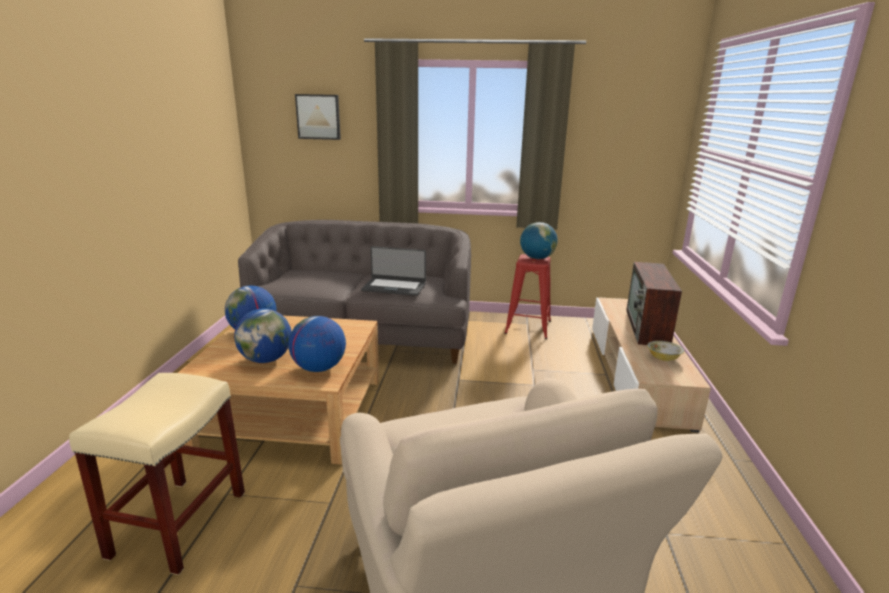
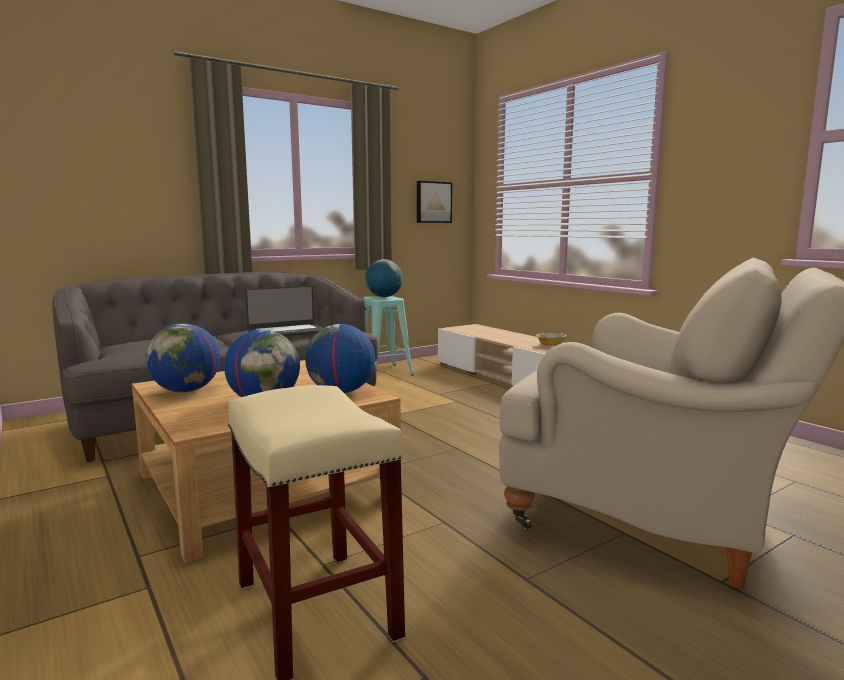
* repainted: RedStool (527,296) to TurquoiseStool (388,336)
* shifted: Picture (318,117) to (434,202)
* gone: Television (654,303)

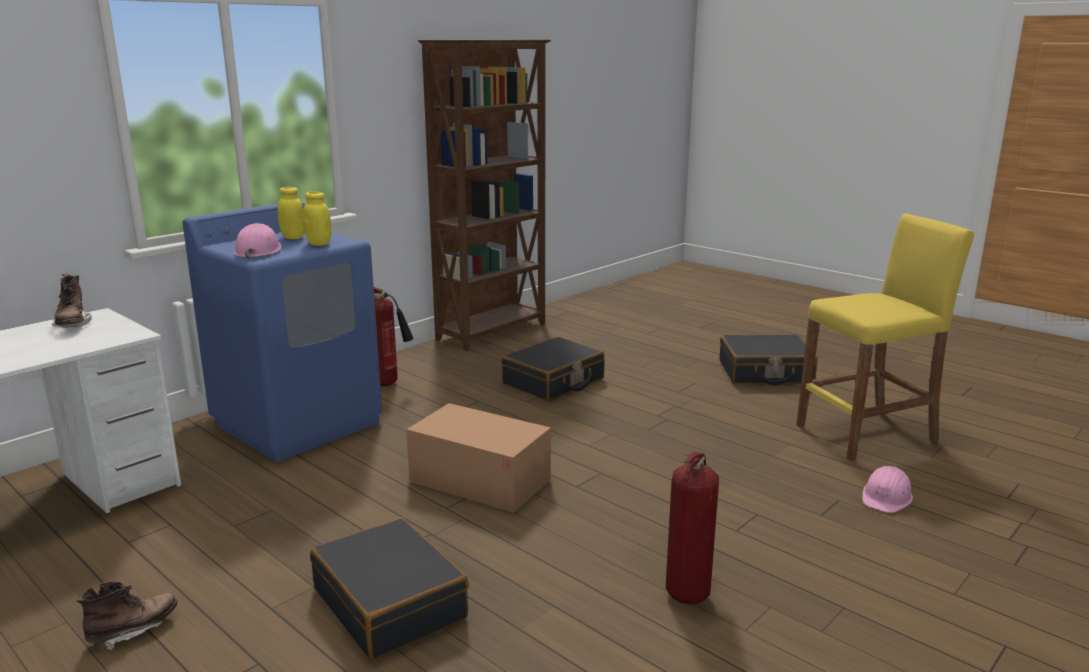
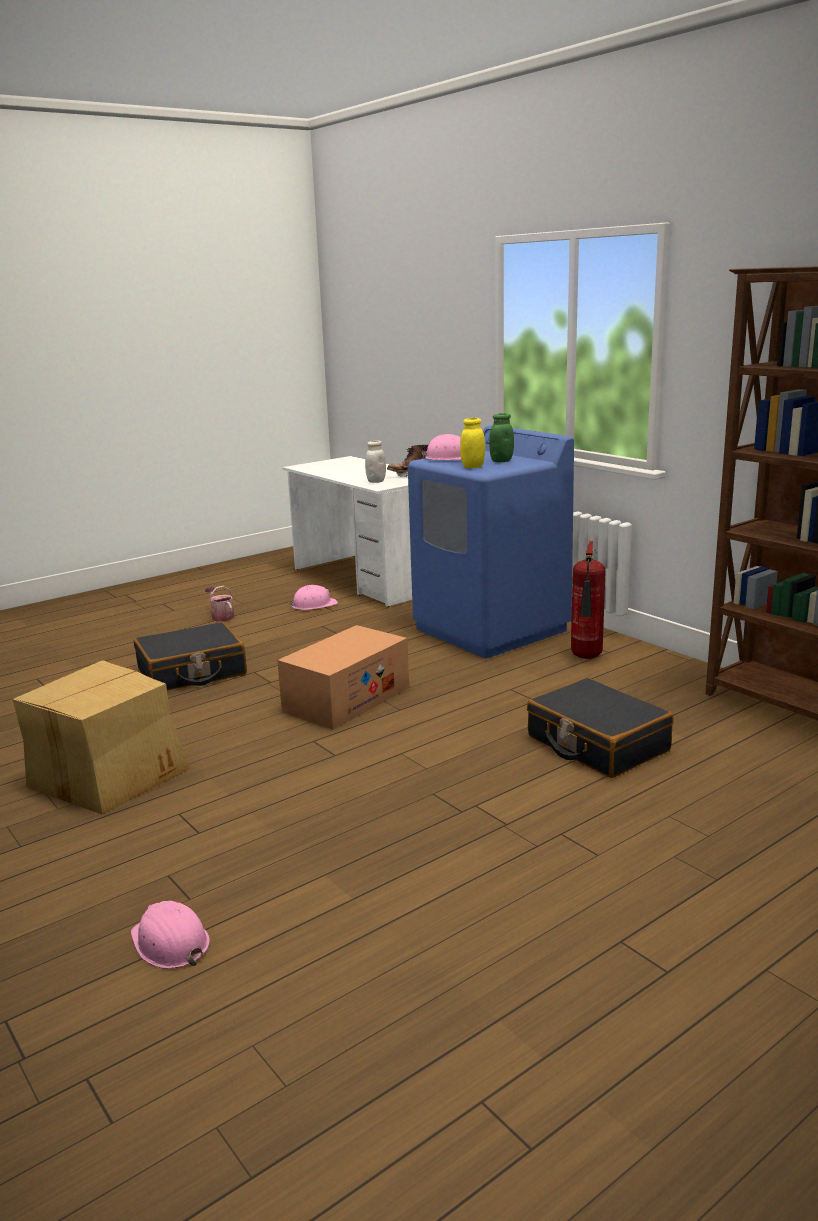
* swapped: FireExtinguisher (692,528) to CardboardBox (101,737)
* swapped: BrownBoot (127,616) to WateringCan (220,604)
* new: PinkHardHat (313,597)
* new: WhiteJar (375,462)
* repainted: YellowJar (291,213) to GreenJar (501,437)
* gone: BlackSuitcase (769,360)
* gone: YellowStool (885,337)

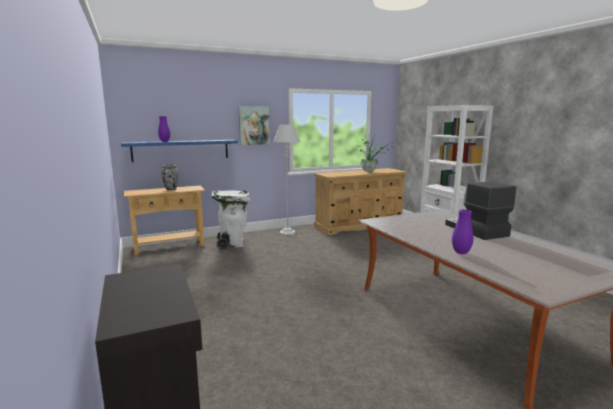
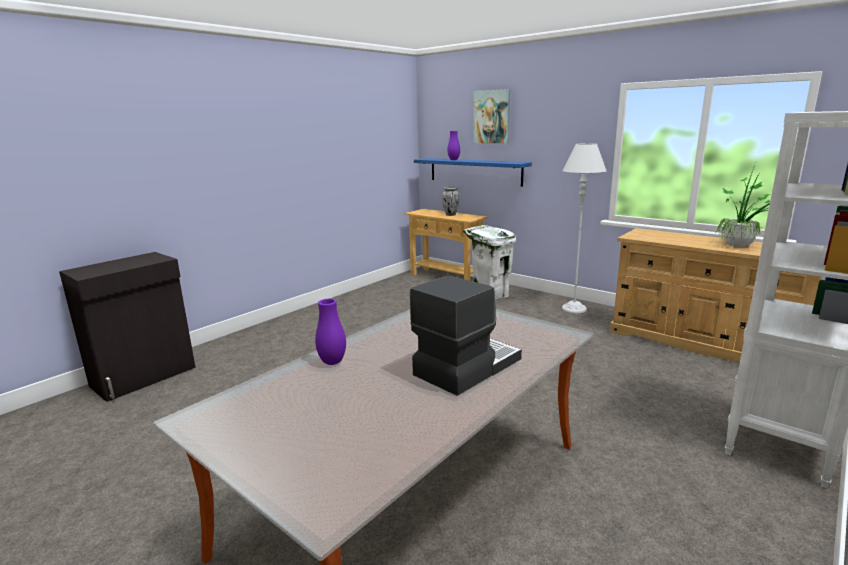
* shifted: Picture (254,125) to (491,116)

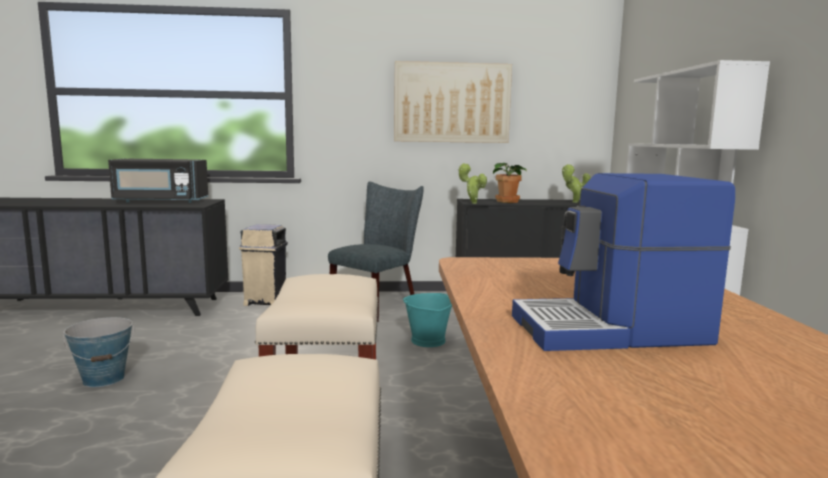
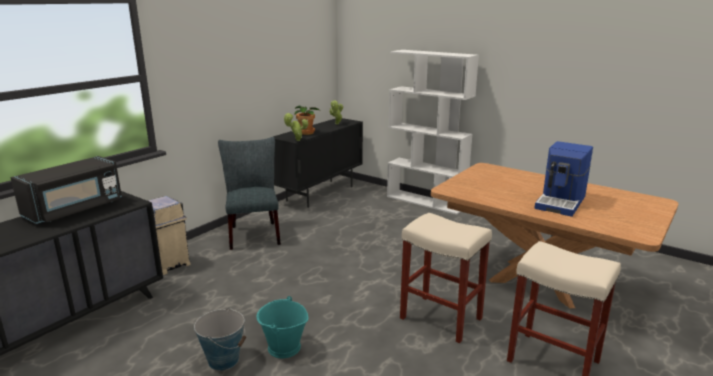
* shifted: TurquoiseBucket (427,320) to (282,327)
* gone: Picture (453,102)

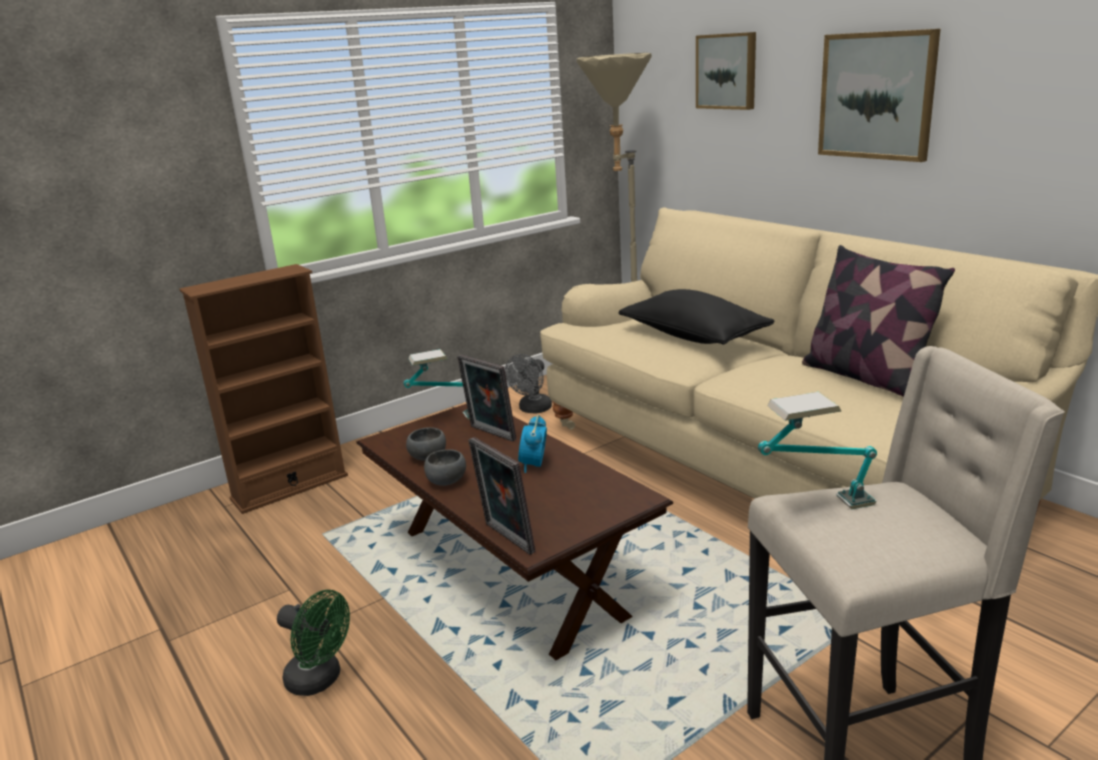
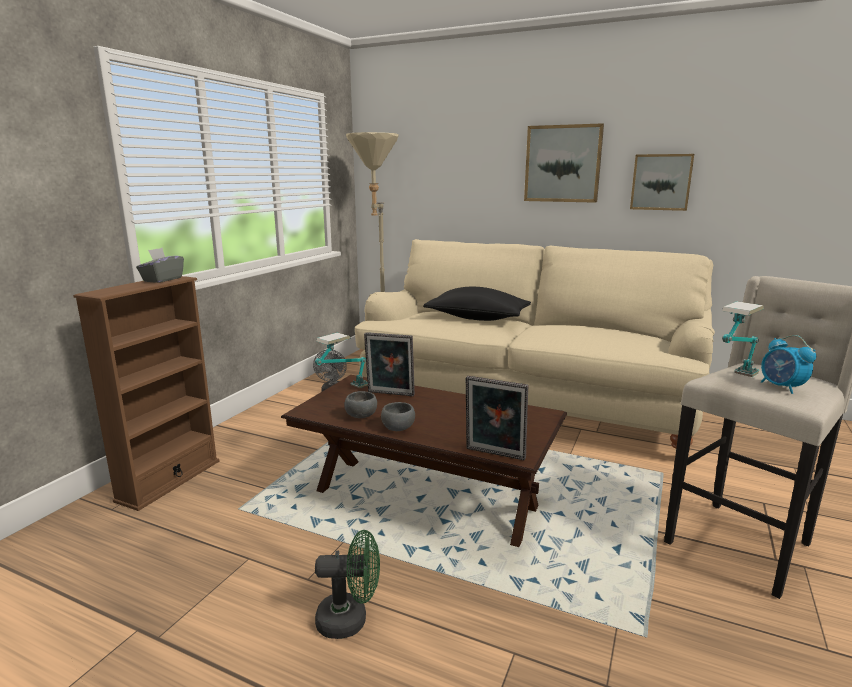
* new: GreyTissueBox (160,265)
* shifted: Picture (726,71) to (662,182)
* shifted: AlarmClock (532,444) to (788,364)
* gone: Pillow (878,321)

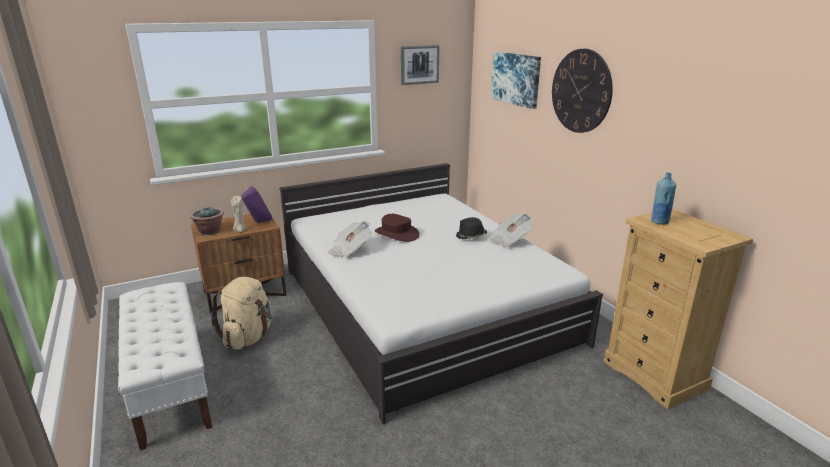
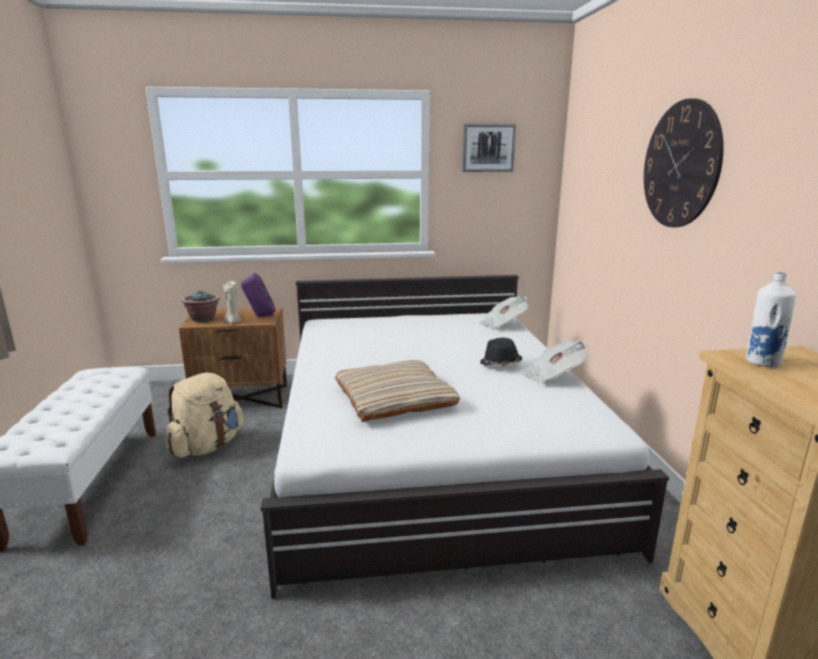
* new: BeigePillow (397,391)
* shifted: Newspaper (350,239) to (503,312)
* repainted: BlueBottle (663,199) to WhiteBottle (771,319)
* gone: BrownHat (397,228)
* gone: Picture (516,80)

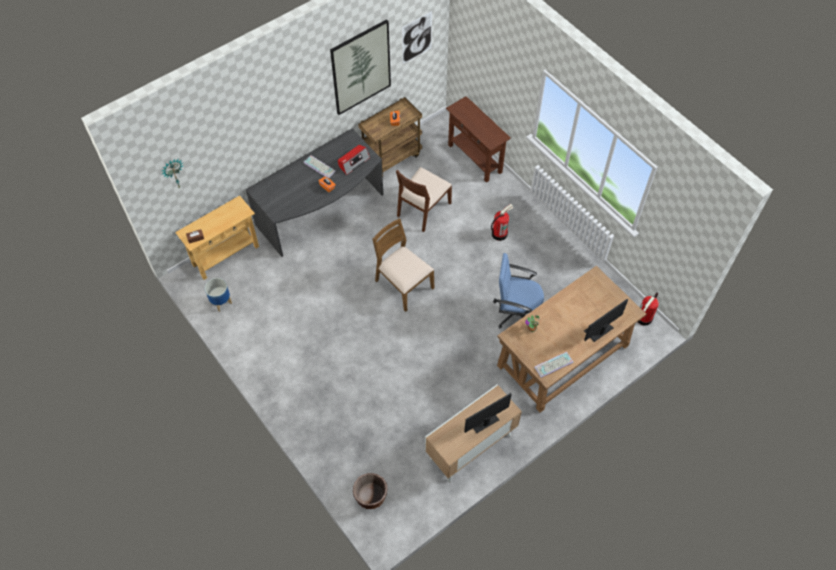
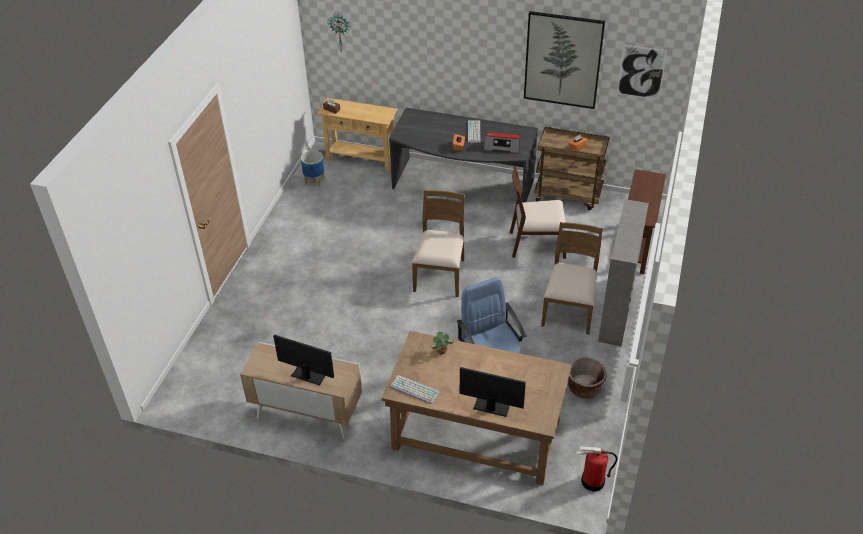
* swapped: FireExtinguisher (502,222) to BrownChair (572,278)
* shifted: BrownPlanter (370,491) to (587,378)
* new: GreyBookcase (623,272)

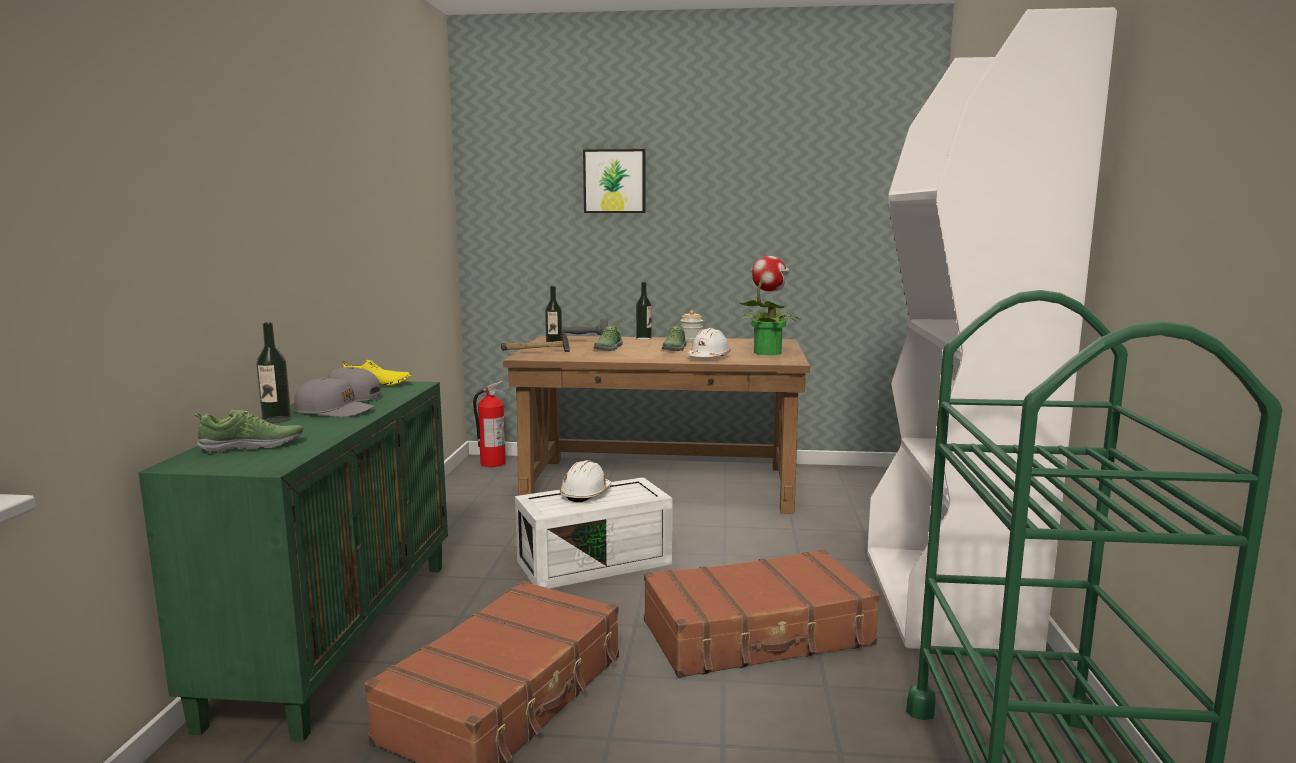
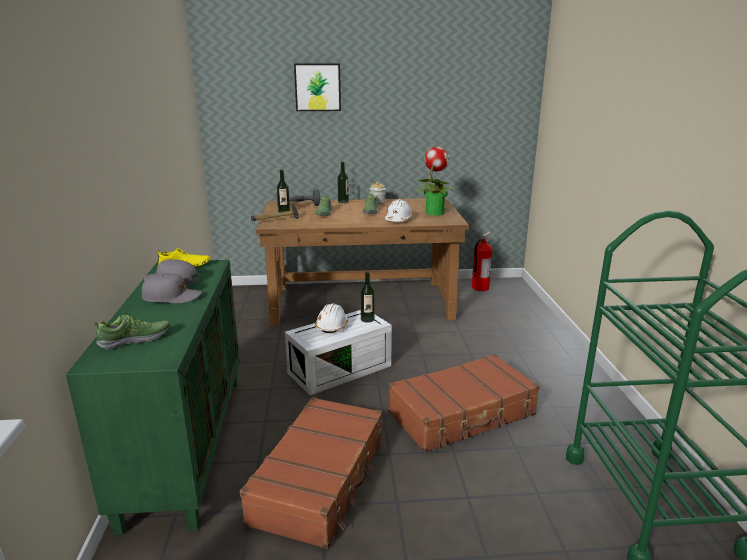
* shifted: Bottle (274,372) to (367,297)
* shifted: FireExtinguisher (489,424) to (482,261)
* gone: WhiteBookcase (992,329)

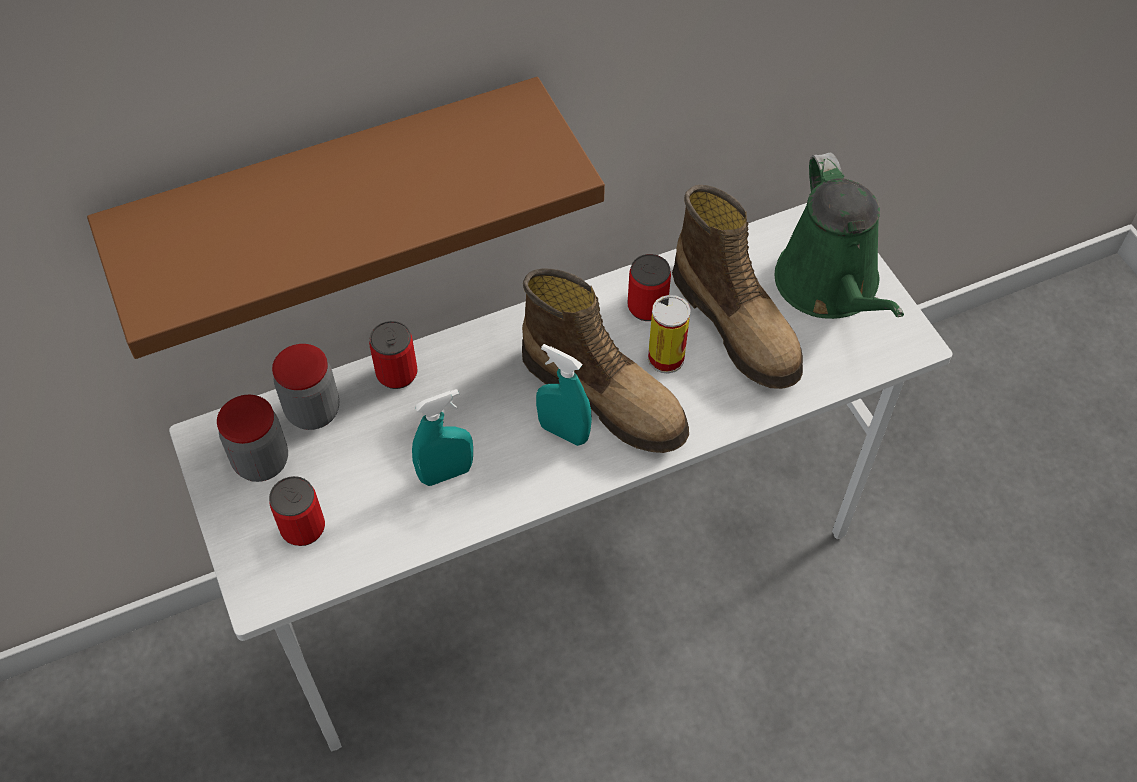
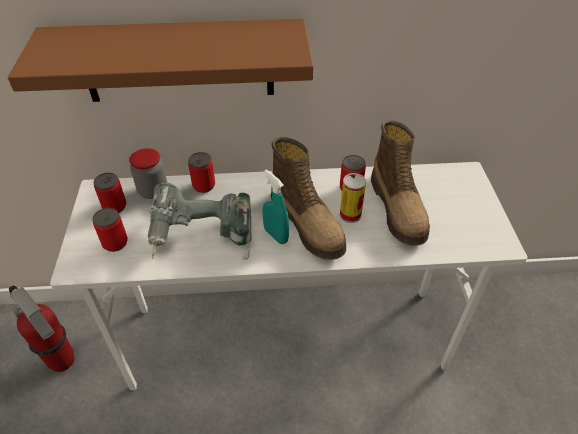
* new: FireExtinguisher (42,329)
* swapped: Jar (252,438) to Can (110,193)
* swapped: TurquoiseSprayBottle (442,437) to PowerDrill (199,221)
* gone: GreenWateringCan (839,236)

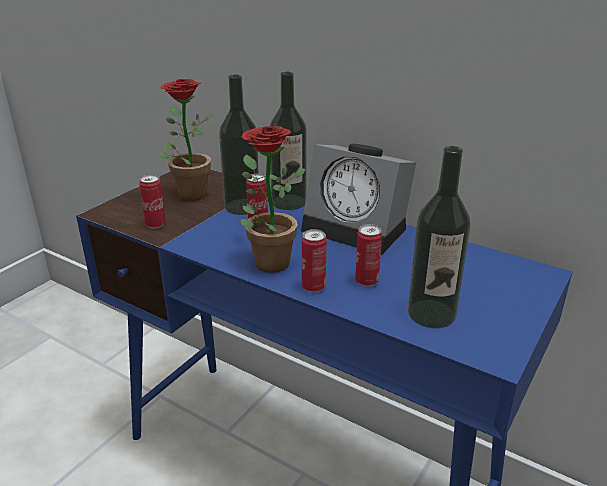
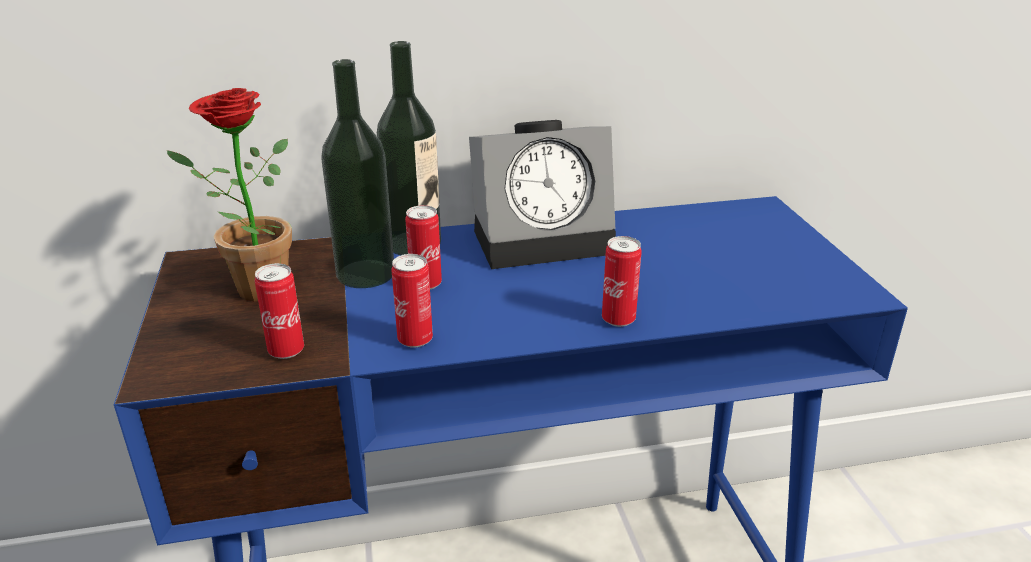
* shifted: Can (368,255) to (412,301)
* gone: PottedPlant (273,199)
* gone: Bottle (439,237)

